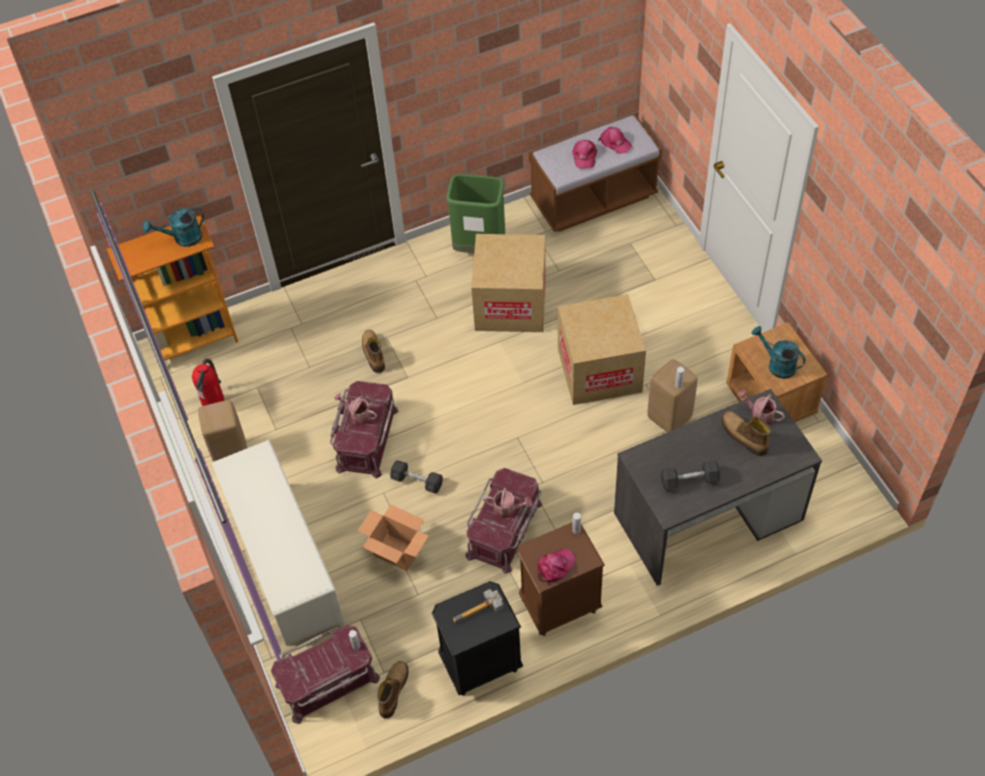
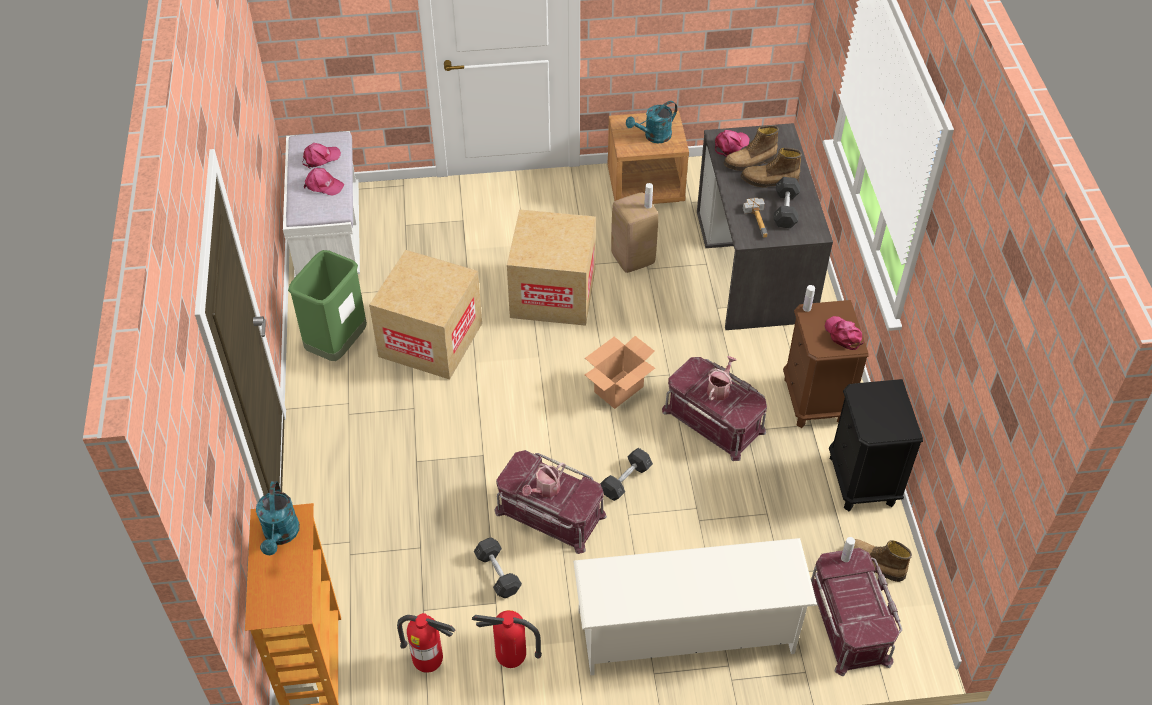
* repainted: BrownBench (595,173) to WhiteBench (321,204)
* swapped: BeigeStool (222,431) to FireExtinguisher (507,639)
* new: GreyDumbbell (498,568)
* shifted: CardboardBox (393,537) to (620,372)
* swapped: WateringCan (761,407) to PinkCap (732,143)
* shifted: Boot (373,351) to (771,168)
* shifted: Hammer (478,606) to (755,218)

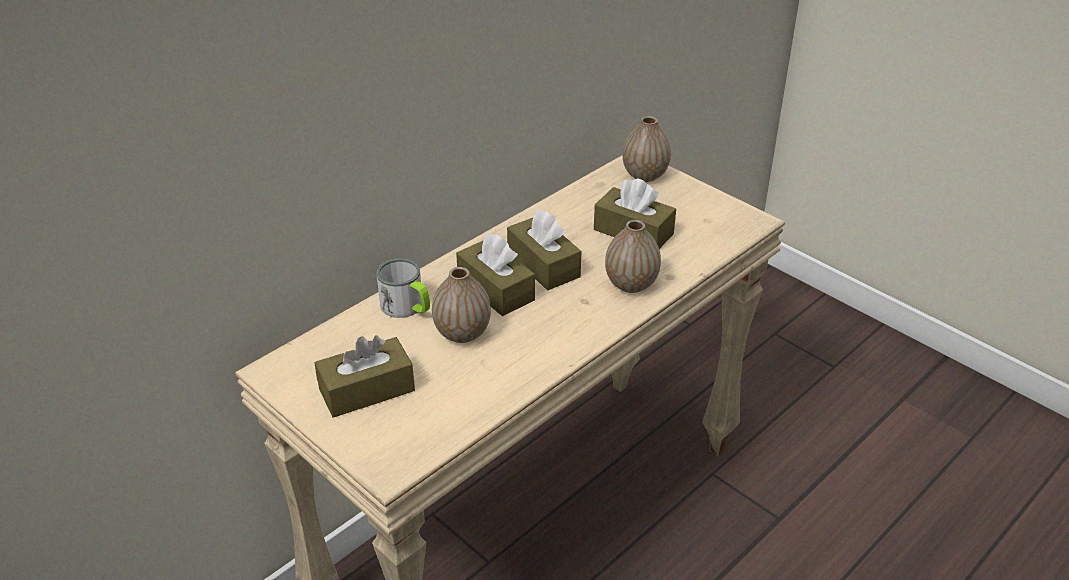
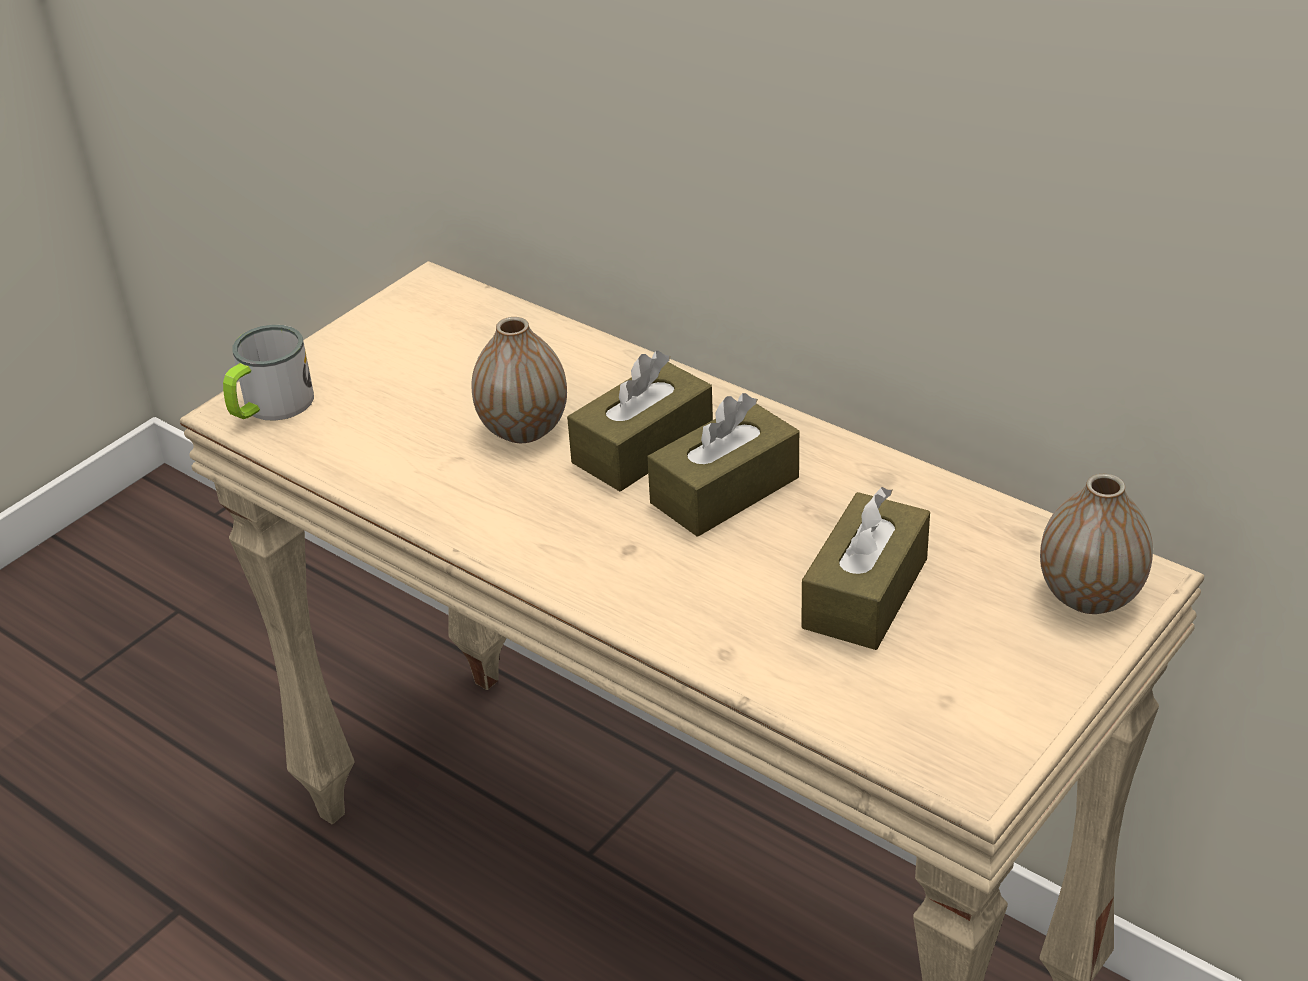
* shifted: Mug (403,288) to (268,373)
* gone: BrownTissueBox (365,376)
* gone: Vase (633,256)

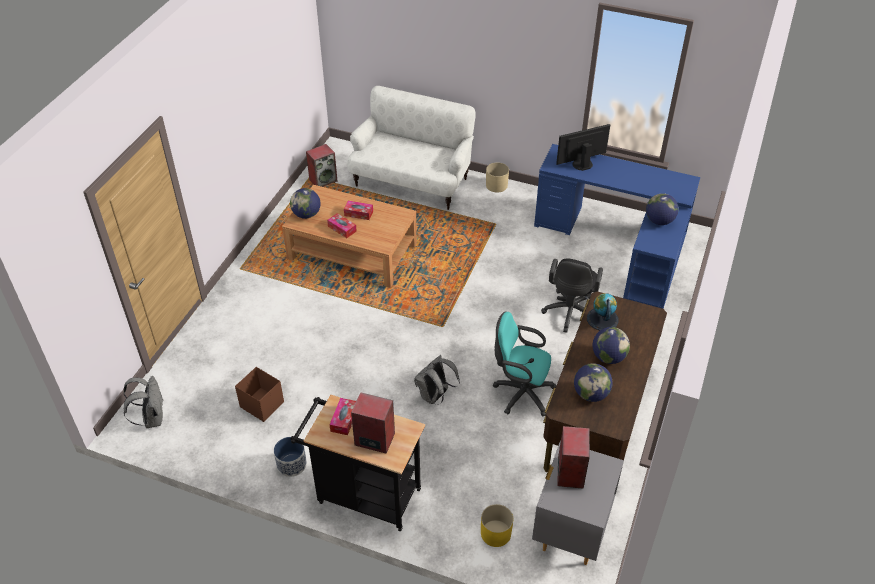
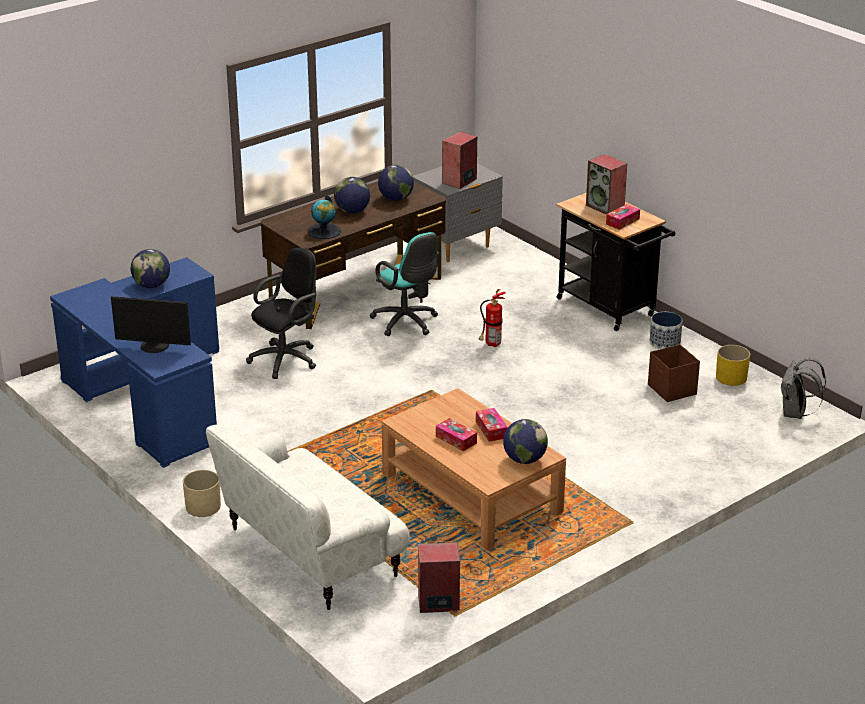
* swapped: GreyBackpack (437,380) to FireExtinguisher (492,318)
* shifted: YellowPlanter (497,525) to (733,365)

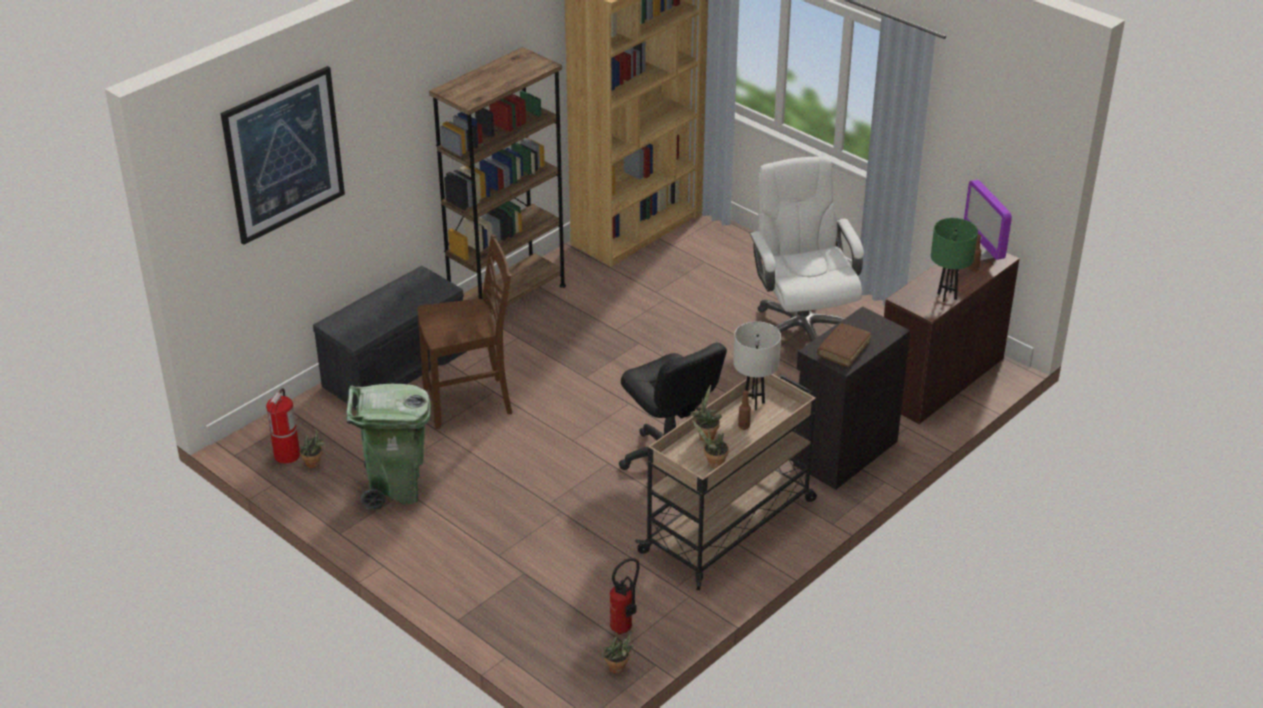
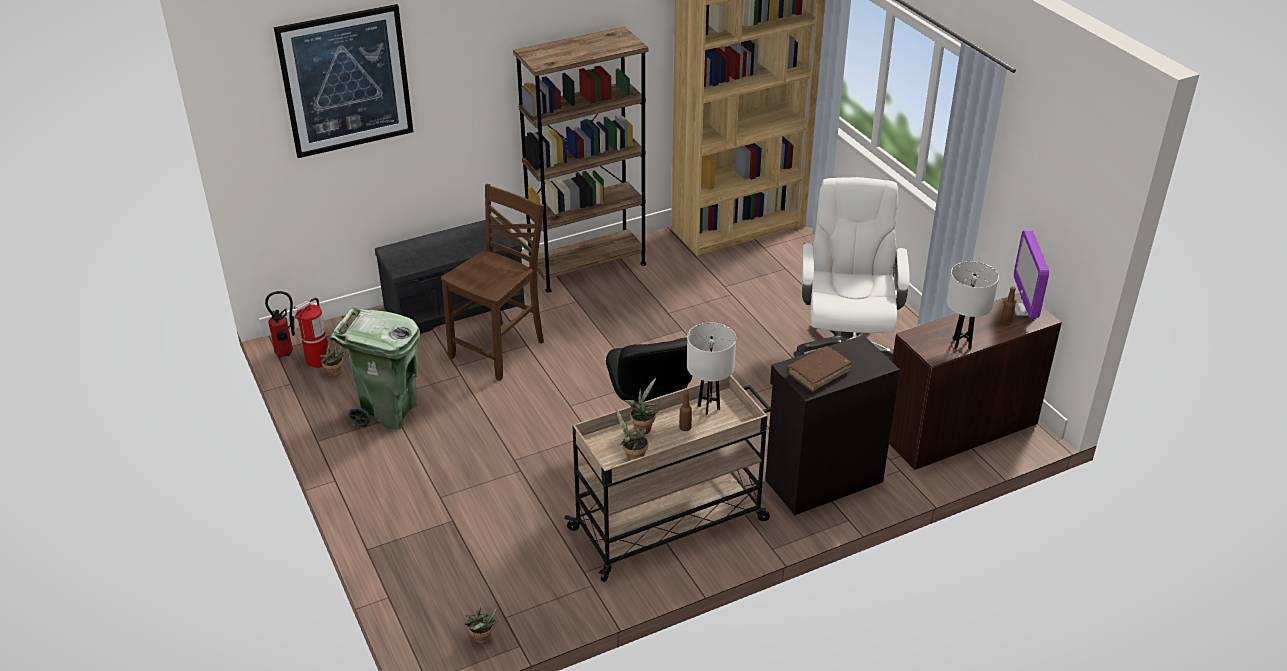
* shifted: FireExtinguisher (624,596) to (280,324)
* rotated: BrownChair (464,332) = (492,282) 60 degrees counterclockwise
* repainted: GreenTableLamp (954,260) to WhiteTableLamp (972,305)

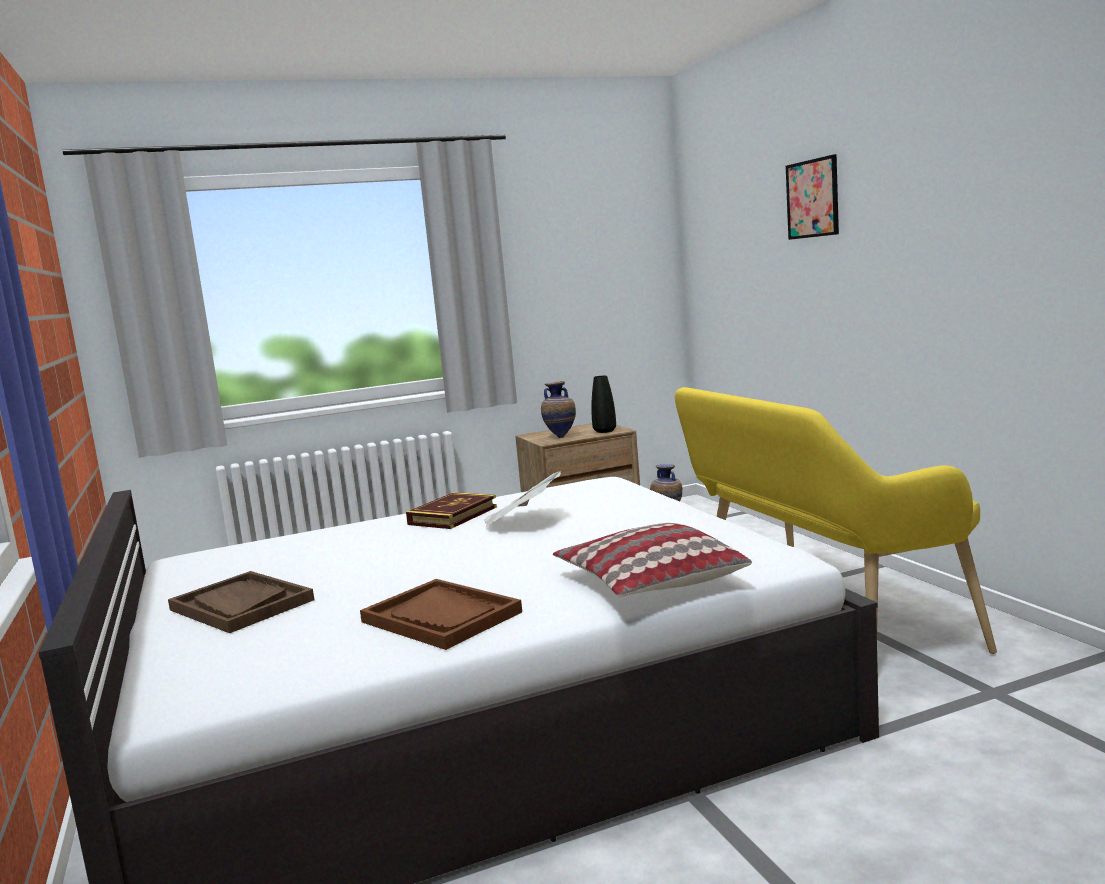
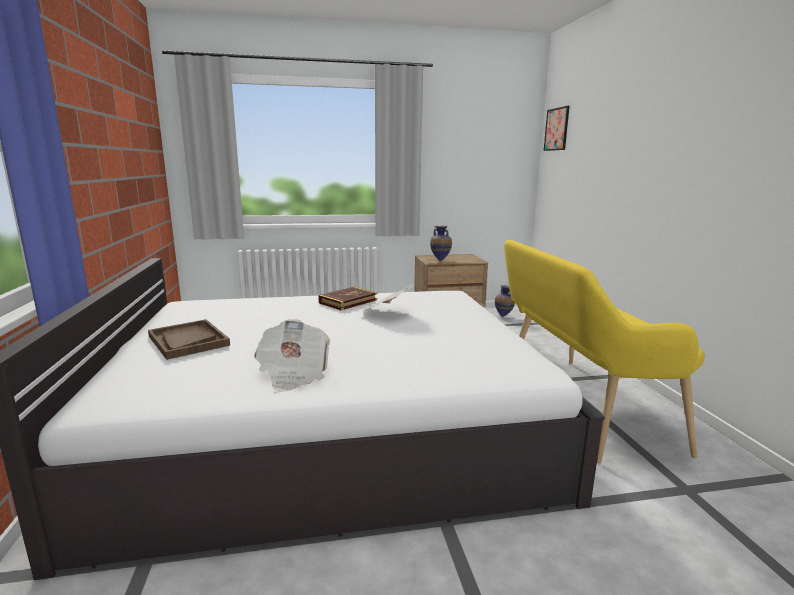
* swapped: BrownTray (441,614) to Newspaper (292,355)
* shifted: Picture (812,197) to (556,128)
* gone: Pillow (652,560)
* gone: BlackVase (603,404)

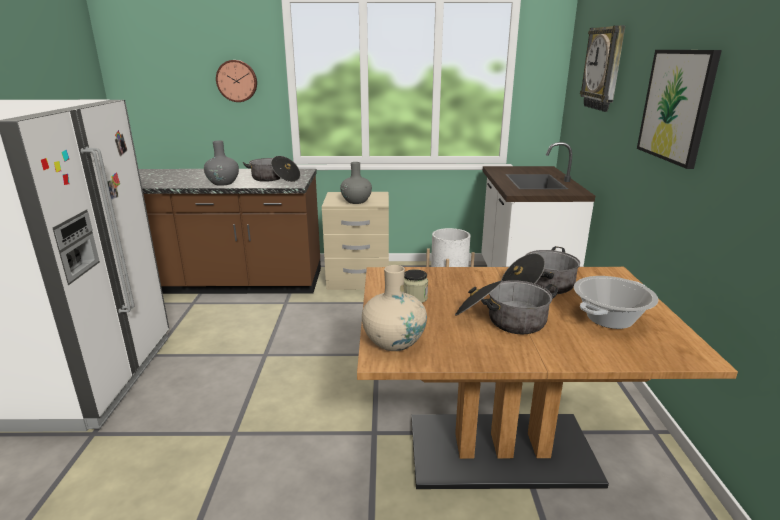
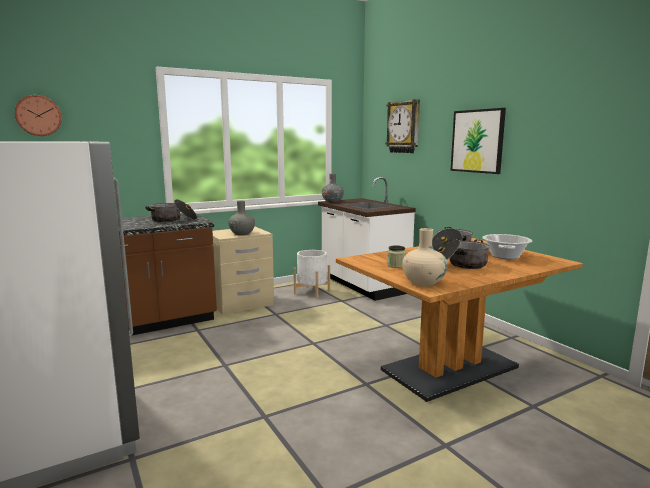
* shifted: WallClock (236,81) to (38,115)
* shifted: GreyVase (221,163) to (333,188)

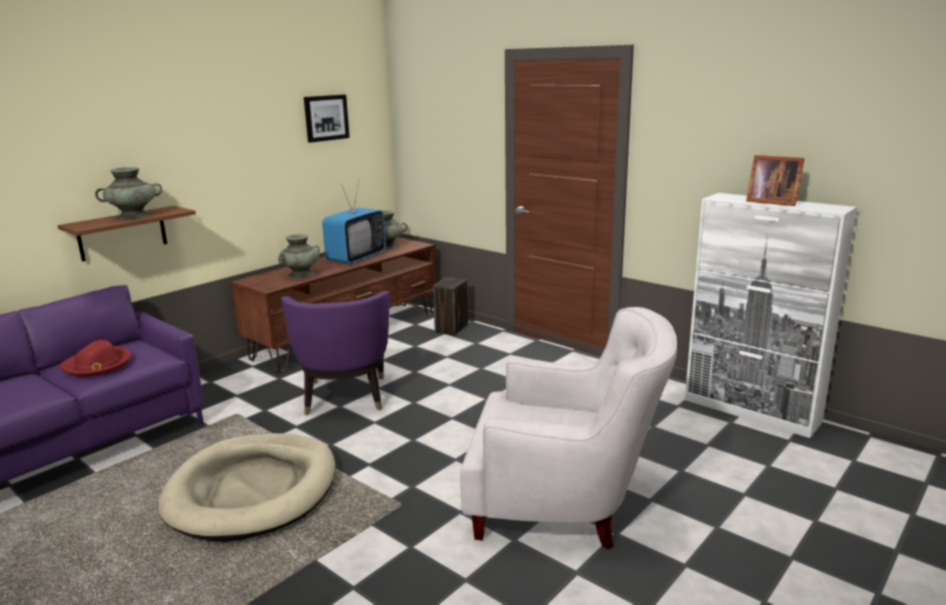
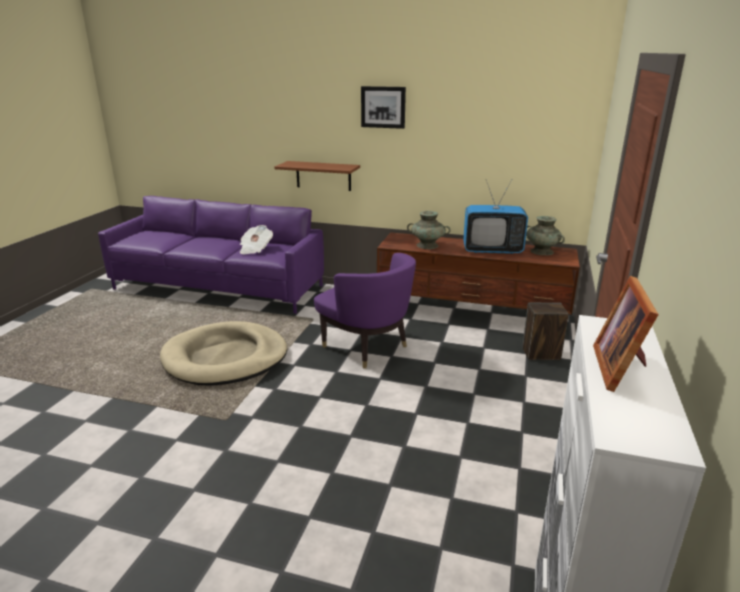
* swapped: RedHat (95,358) to Newspaper (256,239)
* rotated: PurpleArmchair (335,353) = (365,311) 105 degrees counterclockwise
* shifted: Picture (327,118) to (383,107)
* gone: TurquoiseVase (128,193)
* gone: WhiteArmchair (568,428)

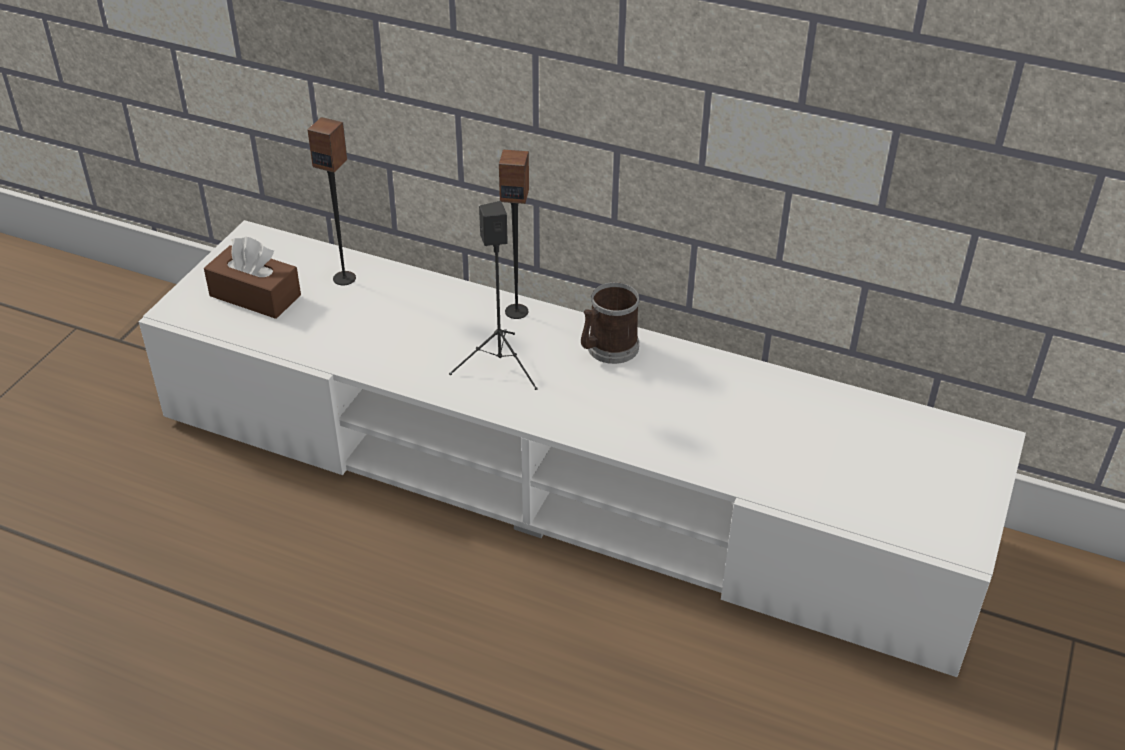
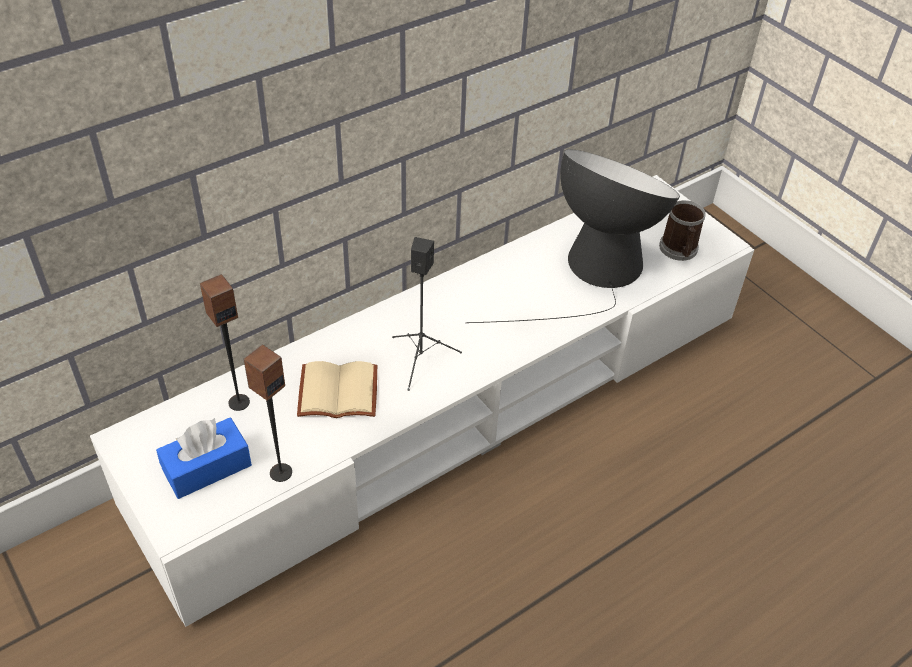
* repainted: BrownTissueBox (252,277) to BlueTissueBox (204,458)
* shifted: Speaker (514,234) to (267,413)
* new: BeigeBook (337,389)
* new: TableLamp (572,236)
* shifted: Mug (610,323) to (682,230)

